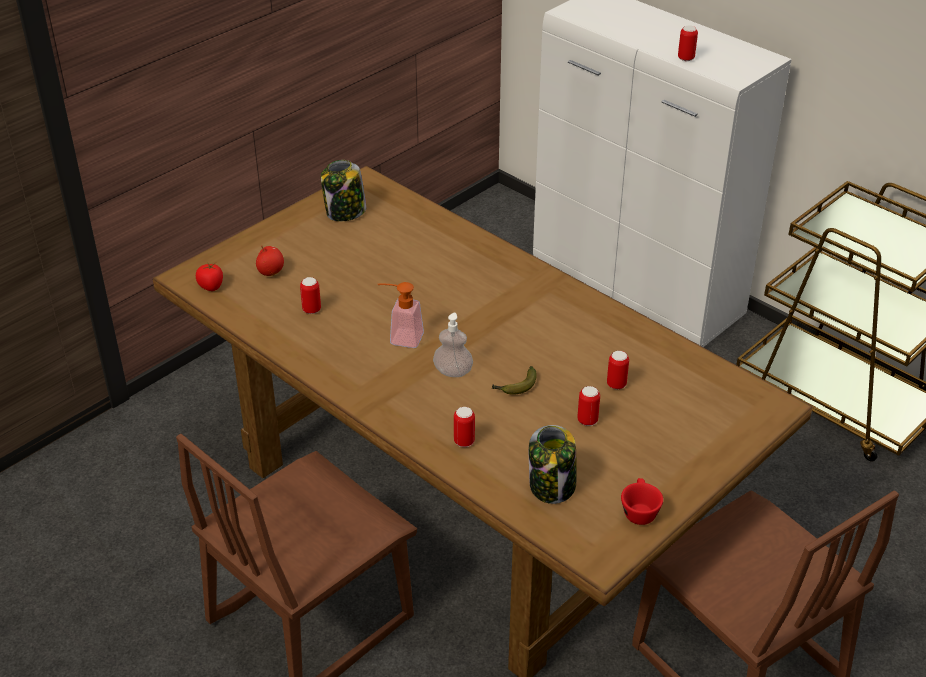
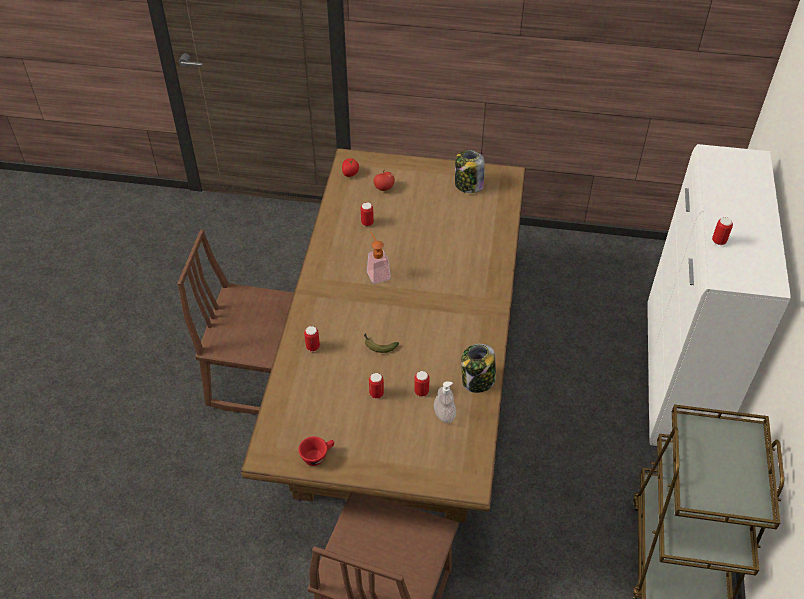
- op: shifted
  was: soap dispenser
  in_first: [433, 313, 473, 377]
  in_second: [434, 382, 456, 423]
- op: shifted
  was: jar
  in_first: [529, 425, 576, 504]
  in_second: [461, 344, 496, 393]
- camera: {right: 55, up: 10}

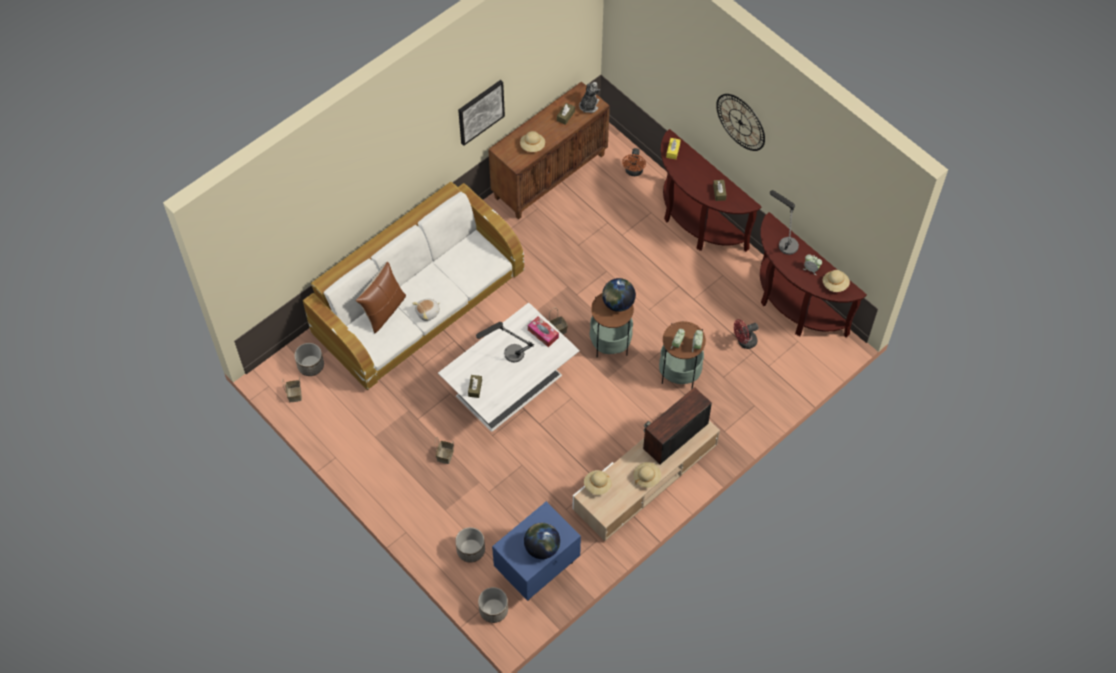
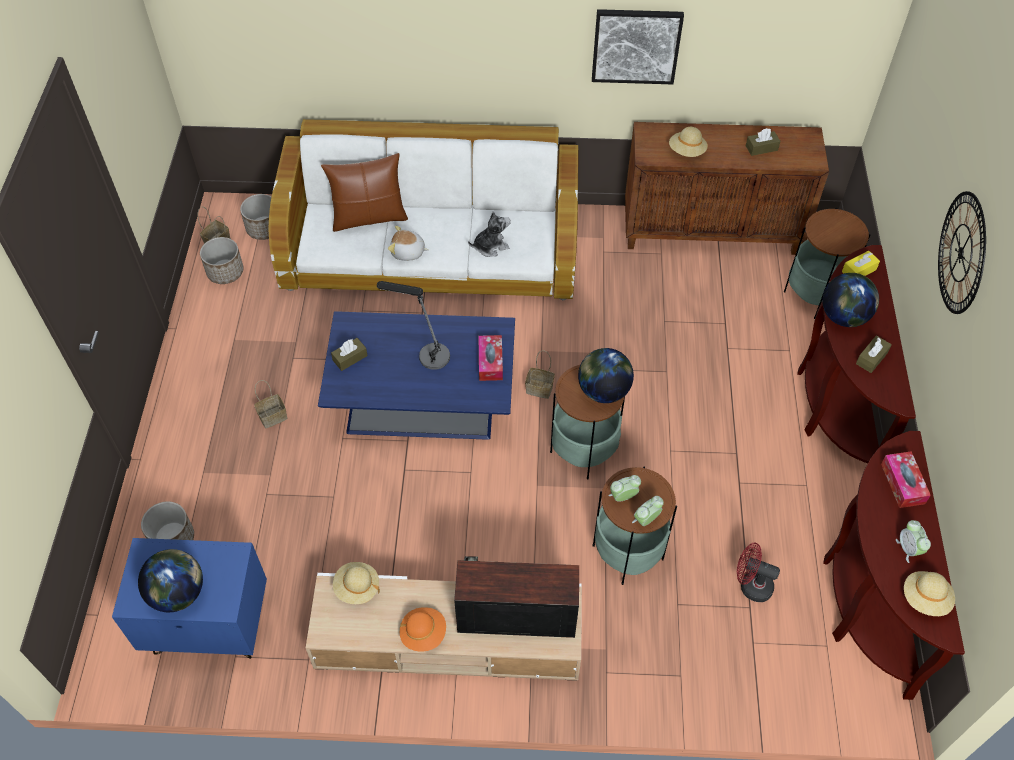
- op: shifted
  was: plush toy
  in_first: [579, 82, 600, 113]
  in_second: [468, 211, 511, 257]
- op: swapped
  was: orange fan
  now: side table
  in_first: [622, 148, 646, 176]
  in_second: [784, 208, 870, 319]
- op: swapped
  was: table lamp
  now: tissue box
  in_first: [770, 190, 799, 255]
  in_second: [881, 451, 931, 508]
- op: repainted
  was: white coffee table
  now: blue coffee table
  in_first: [438, 303, 580, 432]
  in_second: [318, 311, 515, 440]
- op: repainted
  was: beige hat
  now: orange hat
  in_first: [633, 462, 661, 488]
  in_second: [400, 607, 446, 652]
- op: shifted
  was: planter
  in_first: [478, 587, 508, 623]
  in_second: [200, 237, 244, 284]
- op: new
  now: globe
  in_second: [822, 273, 879, 327]
- camera: {right: 45, up: -5}

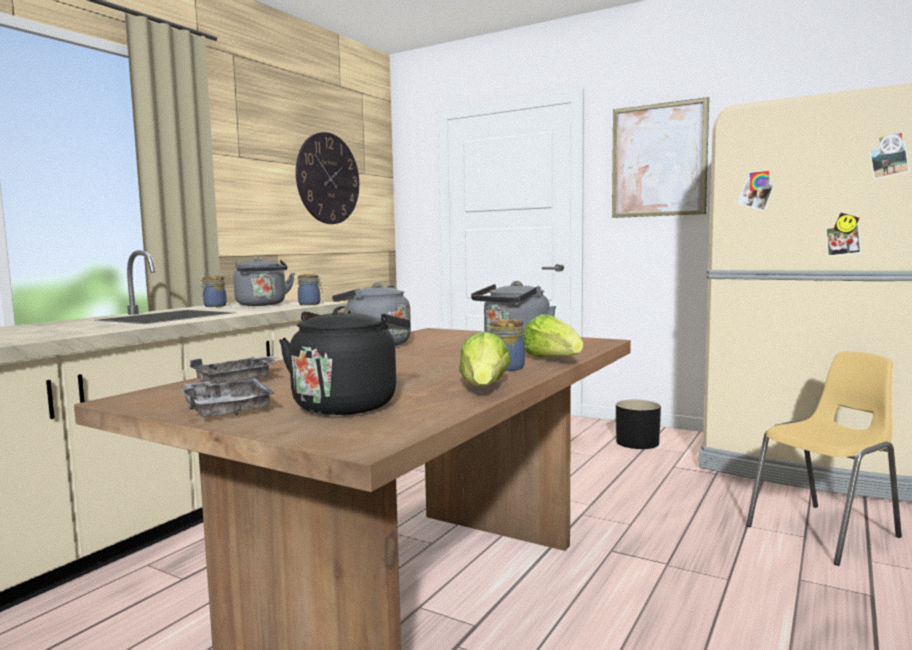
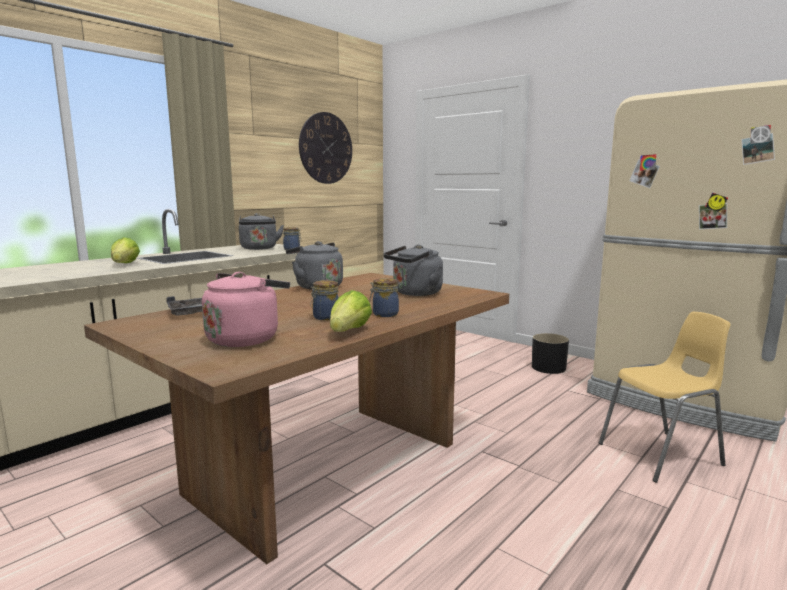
- op: gone
  was: picture
  in_first: [612, 97, 709, 218]
- op: shifted
  was: jar
  in_first: [201, 276, 227, 307]
  in_second: [311, 280, 339, 320]
- op: repainted
  was: black kettle
  now: pink kettle
  in_first: [279, 306, 410, 415]
  in_second: [202, 272, 290, 347]
- op: shifted
  was: lettuce
  in_first: [523, 314, 583, 358]
  in_second: [111, 237, 140, 263]
- op: gone
  was: grey tray
  in_first: [180, 378, 276, 417]
- camera: {right: 10, up: 5}

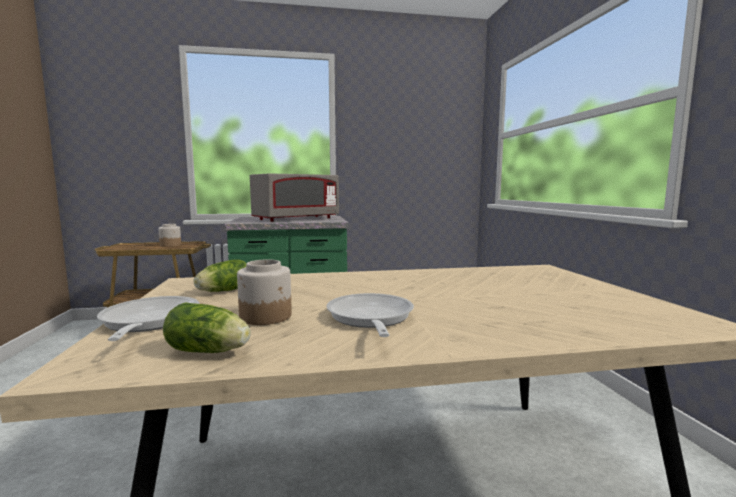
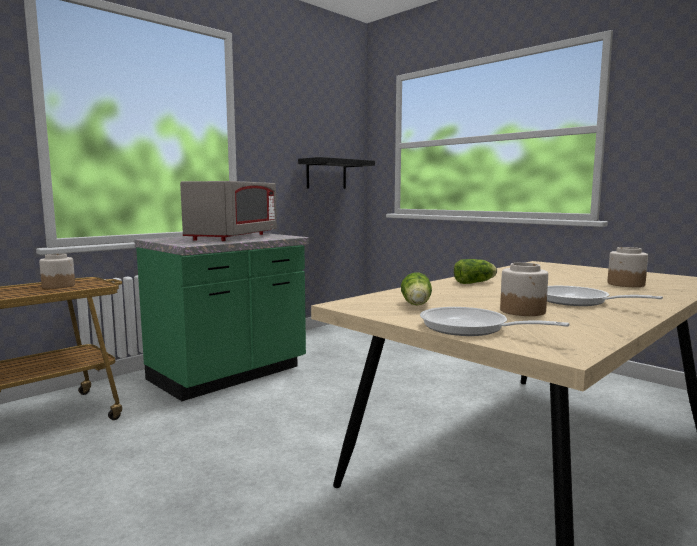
- op: shifted
  was: lettuce
  in_first: [163, 302, 251, 353]
  in_second: [454, 259, 497, 284]
- op: new
  now: black shelf
  in_second: [298, 157, 375, 189]
- op: new
  now: jar
  in_second: [608, 247, 648, 287]
- camera: {right: -35, up: 0}

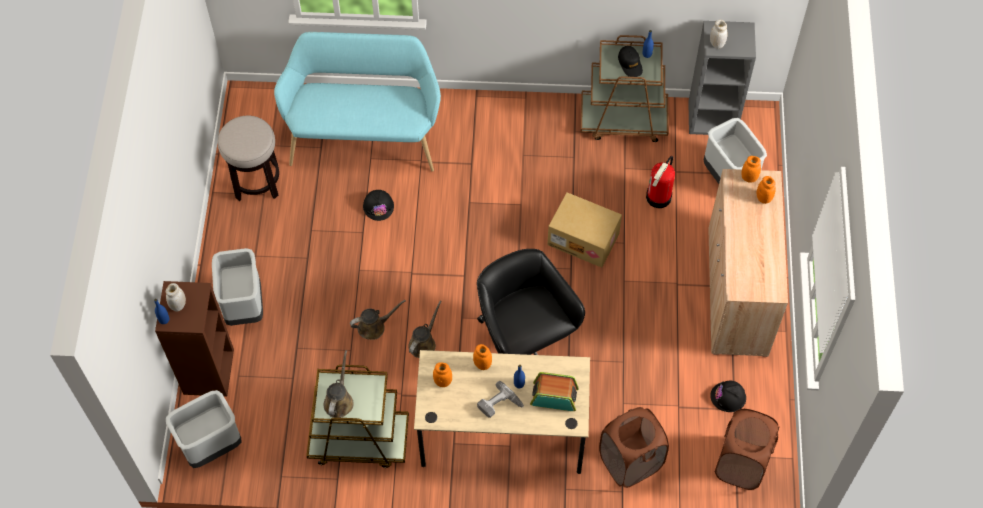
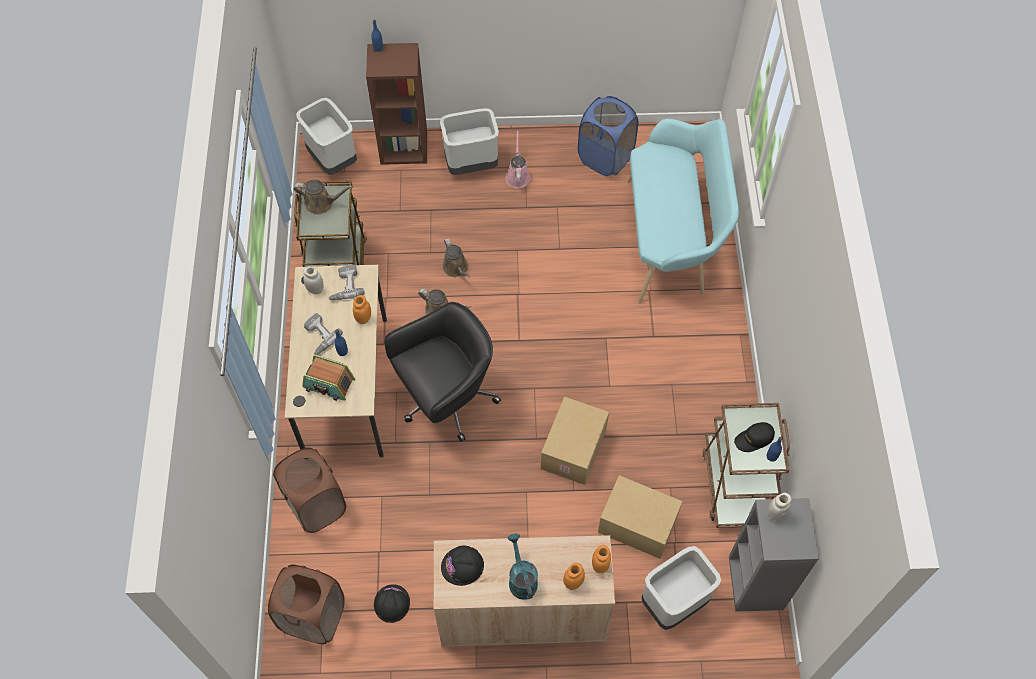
- op: swapped
  was: stool
  now: blue laundry basket
  in_first: [218, 116, 279, 201]
  in_second: [578, 96, 638, 176]
- op: swapped
  was: fire extinguisher
  now: cardboard box
  in_first: [646, 156, 675, 208]
  in_second: [598, 475, 682, 559]
- op: shifted
  was: black hard hat
  in_first: [363, 190, 394, 221]
  in_second: [441, 545, 484, 586]
- op: shifted
  was: white jar
  in_first: [166, 283, 186, 311]
  in_second: [303, 266, 323, 294]
- op: swapped
  was: orange jar
  now: power drill
  in_first: [433, 362, 452, 387]
  in_second: [328, 265, 365, 300]
- op: rotated
  was: radio
  in_first: [530, 372, 579, 411]
  in_second: [302, 355, 355, 401]
  clockwise: 105
- op: new
  now: pink watering can
  in_second: [506, 130, 530, 188]
- op: new
  now: turquoise watering can
  in_second: [508, 533, 538, 600]
- camera: {right: 85, up: 0}

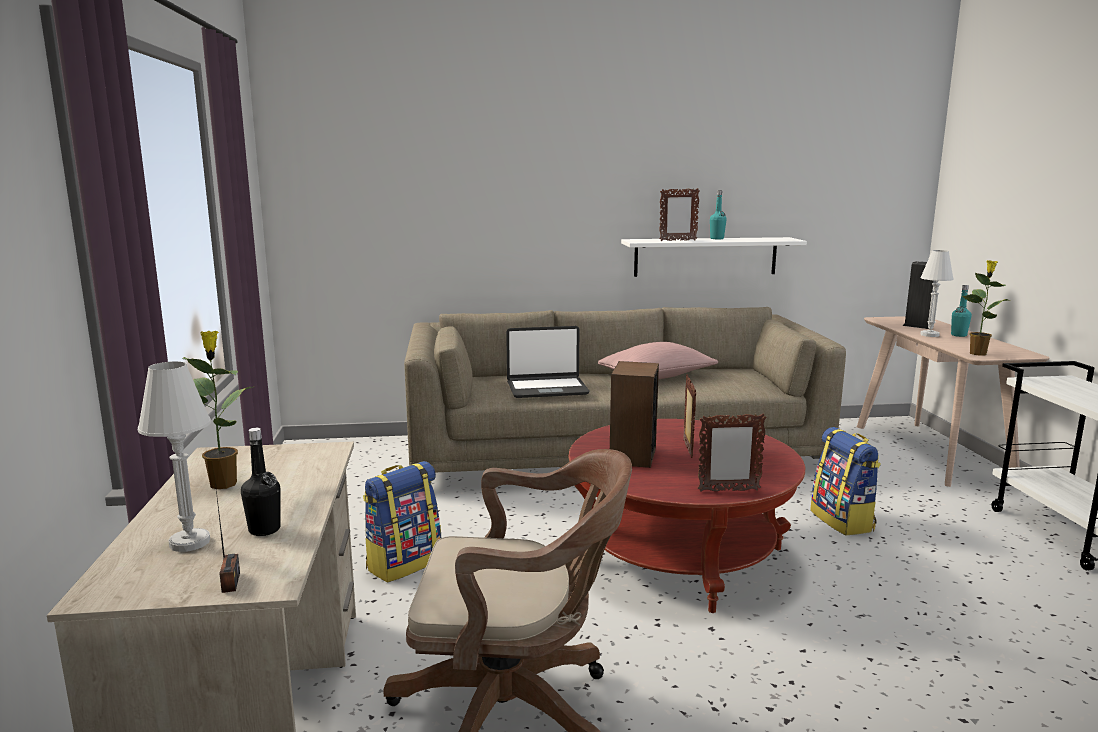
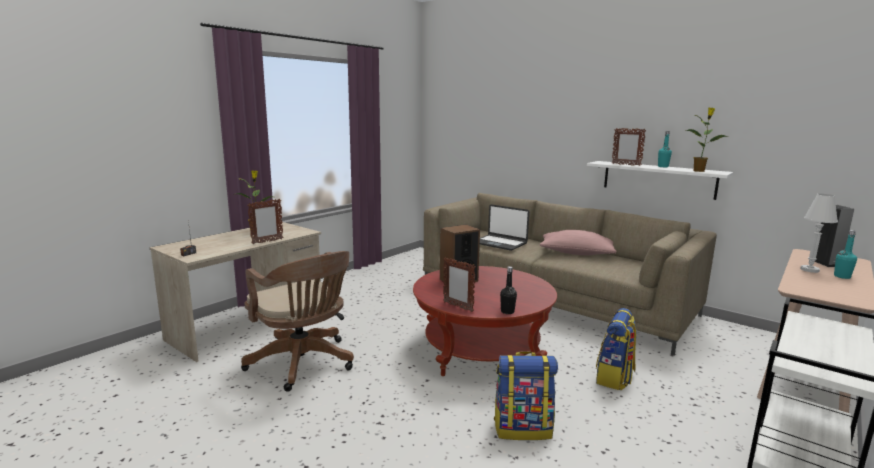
- op: shifted
  was: potted plant
  in_first: [961, 260, 1009, 356]
  in_second: [685, 107, 729, 172]
- op: gone
  was: white table lamp
  in_first: [138, 361, 211, 552]
- op: shifted
  was: picture frame
  in_first: [683, 374, 696, 458]
  in_second: [247, 199, 284, 244]
- op: shifted
  was: black bottle
  in_first: [241, 428, 280, 536]
  in_second: [500, 266, 517, 314]
- op: shifted
  was: backpack
  in_first: [363, 461, 441, 582]
  in_second: [494, 351, 558, 440]
- camera: {right: 45, up: 0}

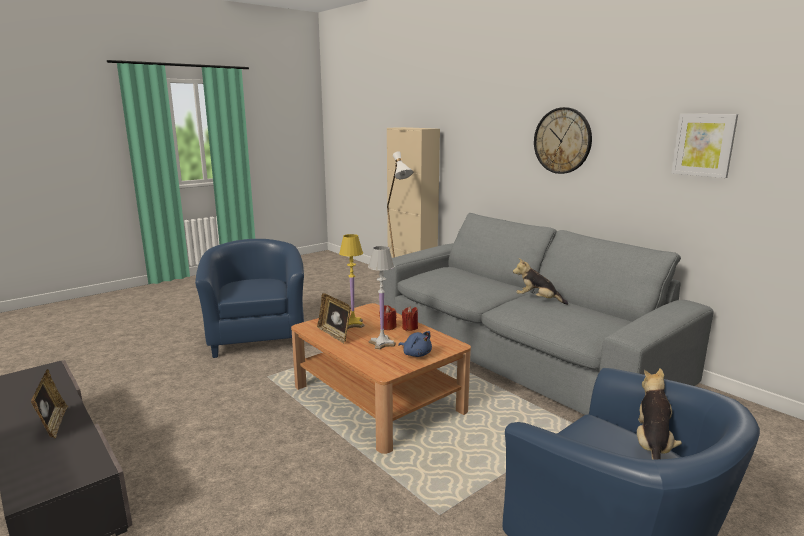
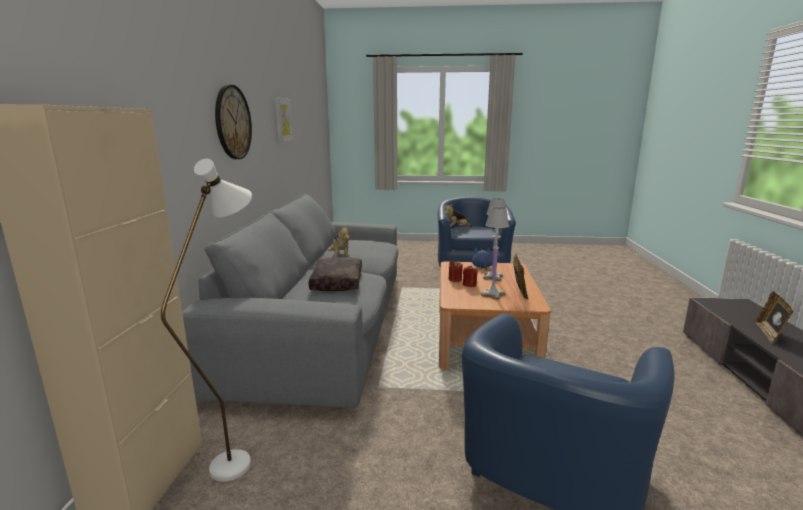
- op: repainted
  was: yellow table lamp
  now: white table lamp
  in_first: [339, 234, 364, 329]
  in_second: [481, 207, 509, 300]
- op: new
  now: brown pillow
  in_second: [309, 257, 362, 291]
- camera: {right: -135, up: 0}

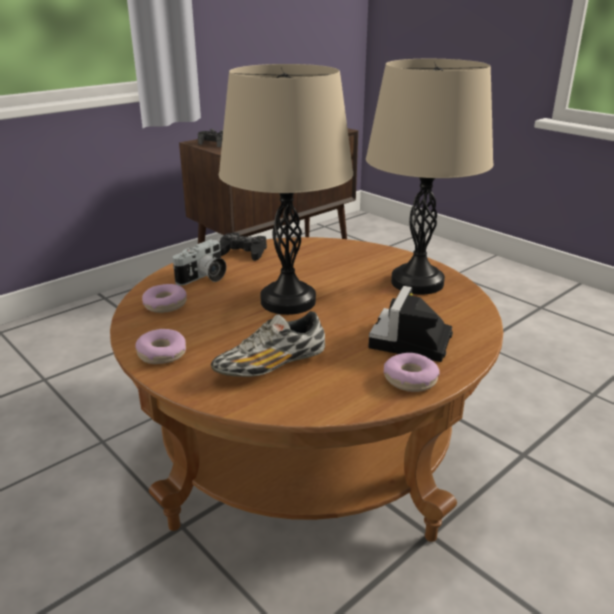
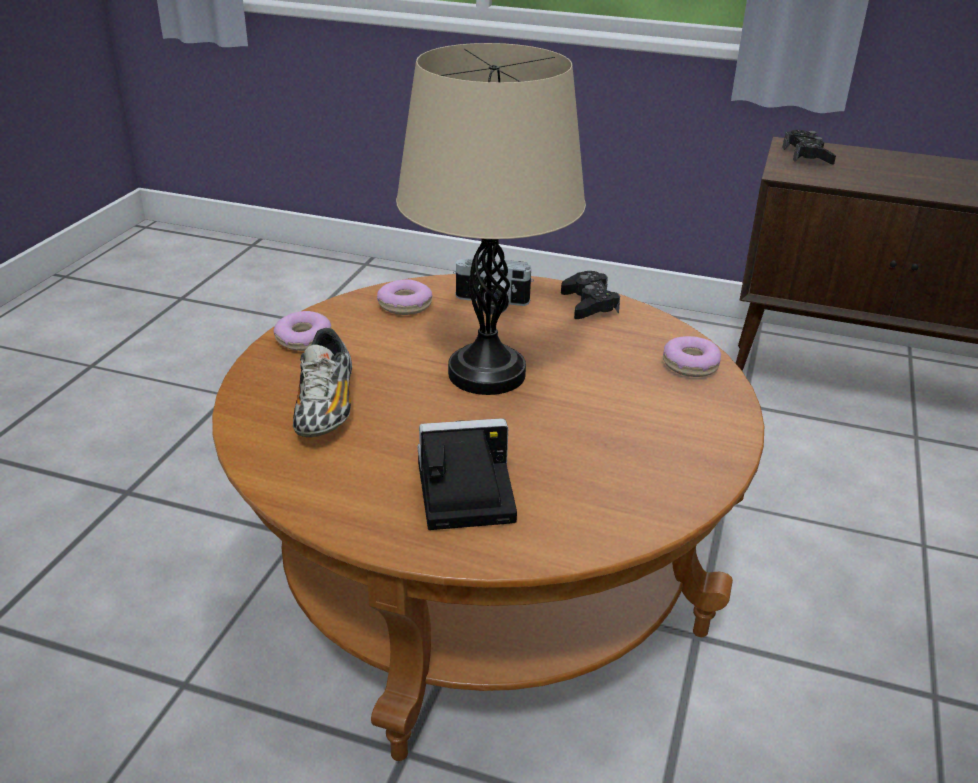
- op: gone
  was: beige table lamp
  in_first: [366, 59, 494, 295]
- op: rotated
  was: shoe
  in_first: [211, 311, 325, 377]
  in_second: [293, 328, 352, 437]
  clockwise: -120
- op: shifted
  was: donut
  in_first: [384, 353, 440, 392]
  in_second: [663, 336, 721, 377]
- camera: {right: 60, up: 5}

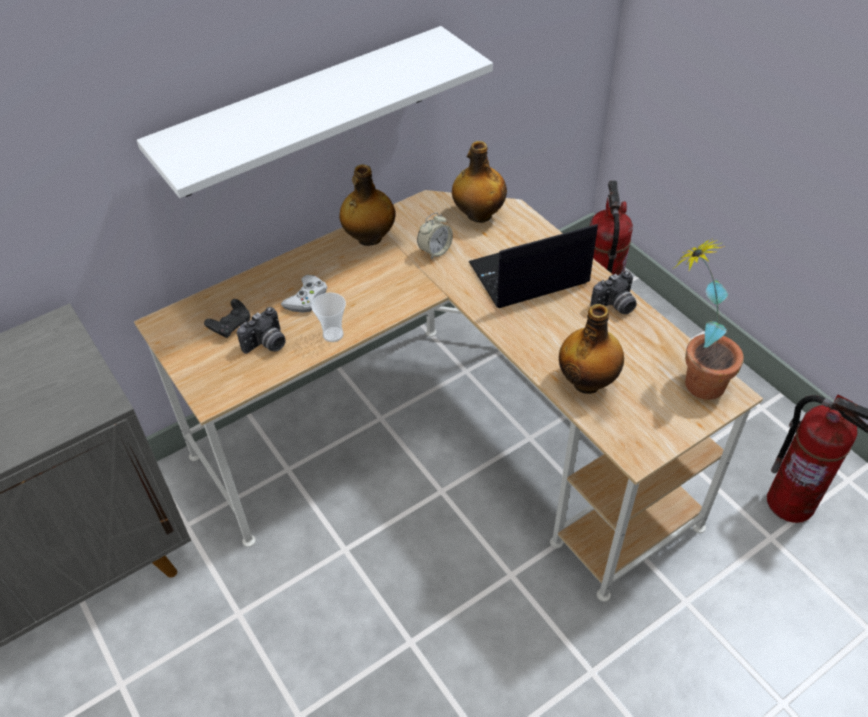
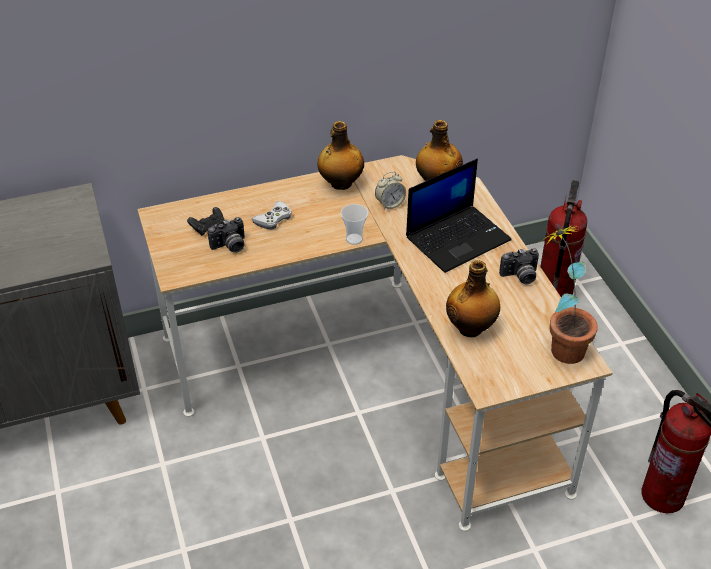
- op: gone
  was: white shelf
  in_first: [137, 26, 493, 198]
- op: rotated
  was: laptop
  in_first: [469, 224, 598, 308]
  in_second: [406, 159, 512, 273]
  clockwise: 150
- op: shifted
  was: cup
  in_first: [311, 292, 346, 342]
  in_second: [341, 204, 368, 245]
- camera: {right: 15, up: -5}

